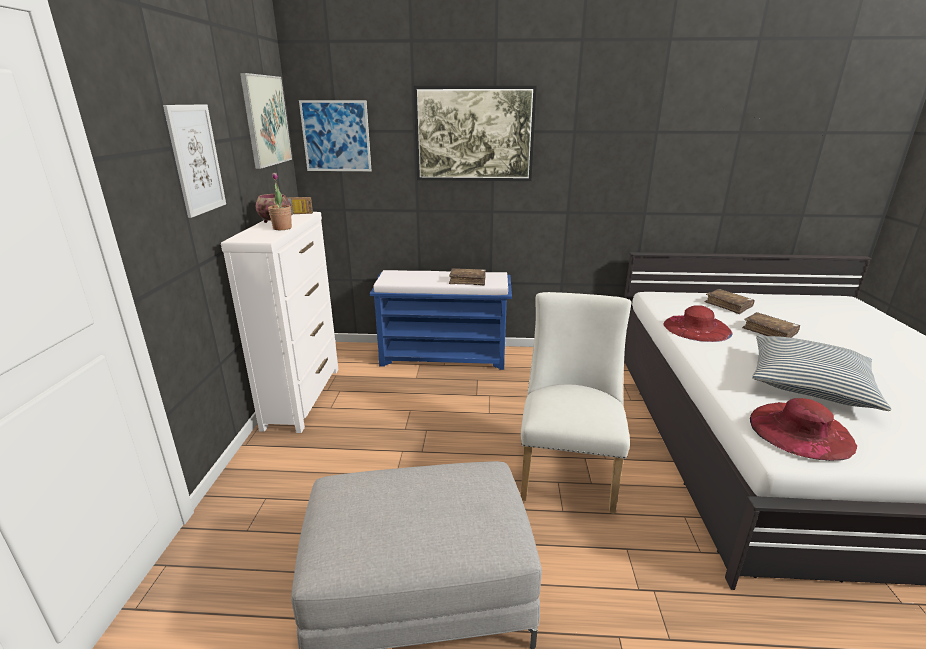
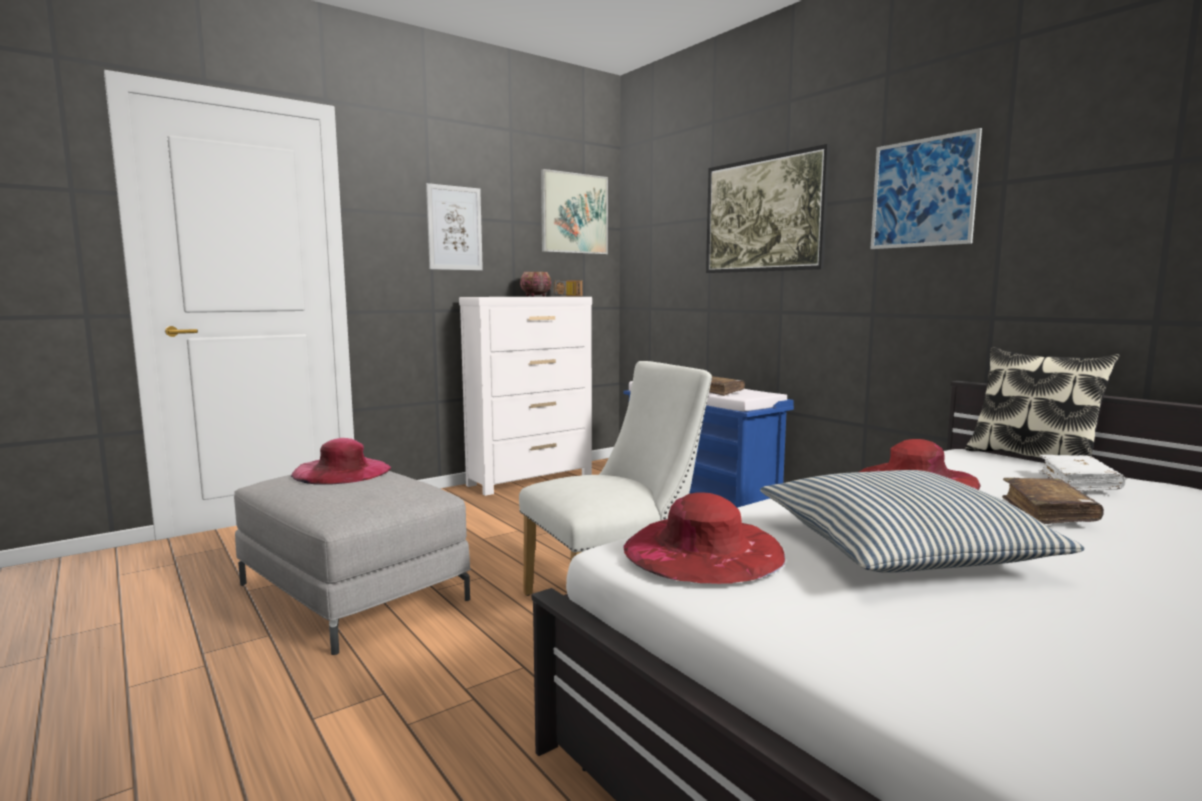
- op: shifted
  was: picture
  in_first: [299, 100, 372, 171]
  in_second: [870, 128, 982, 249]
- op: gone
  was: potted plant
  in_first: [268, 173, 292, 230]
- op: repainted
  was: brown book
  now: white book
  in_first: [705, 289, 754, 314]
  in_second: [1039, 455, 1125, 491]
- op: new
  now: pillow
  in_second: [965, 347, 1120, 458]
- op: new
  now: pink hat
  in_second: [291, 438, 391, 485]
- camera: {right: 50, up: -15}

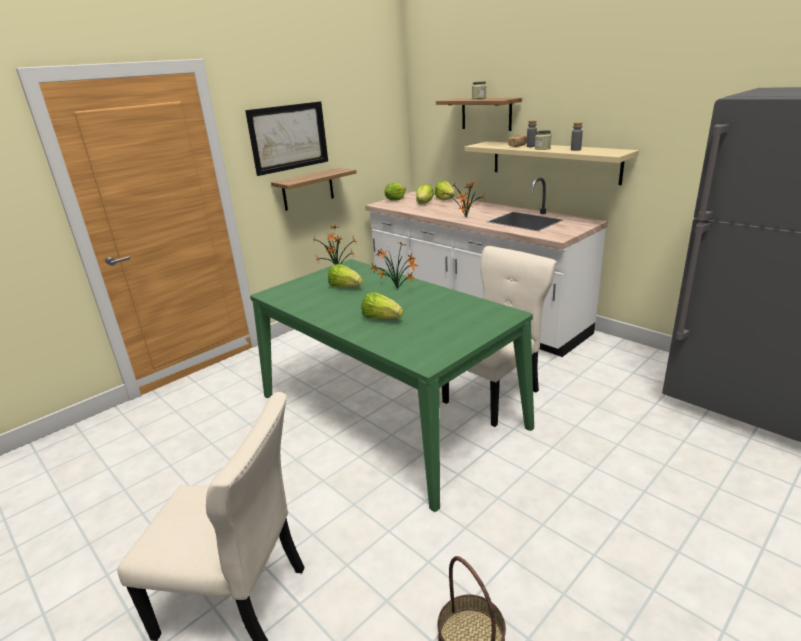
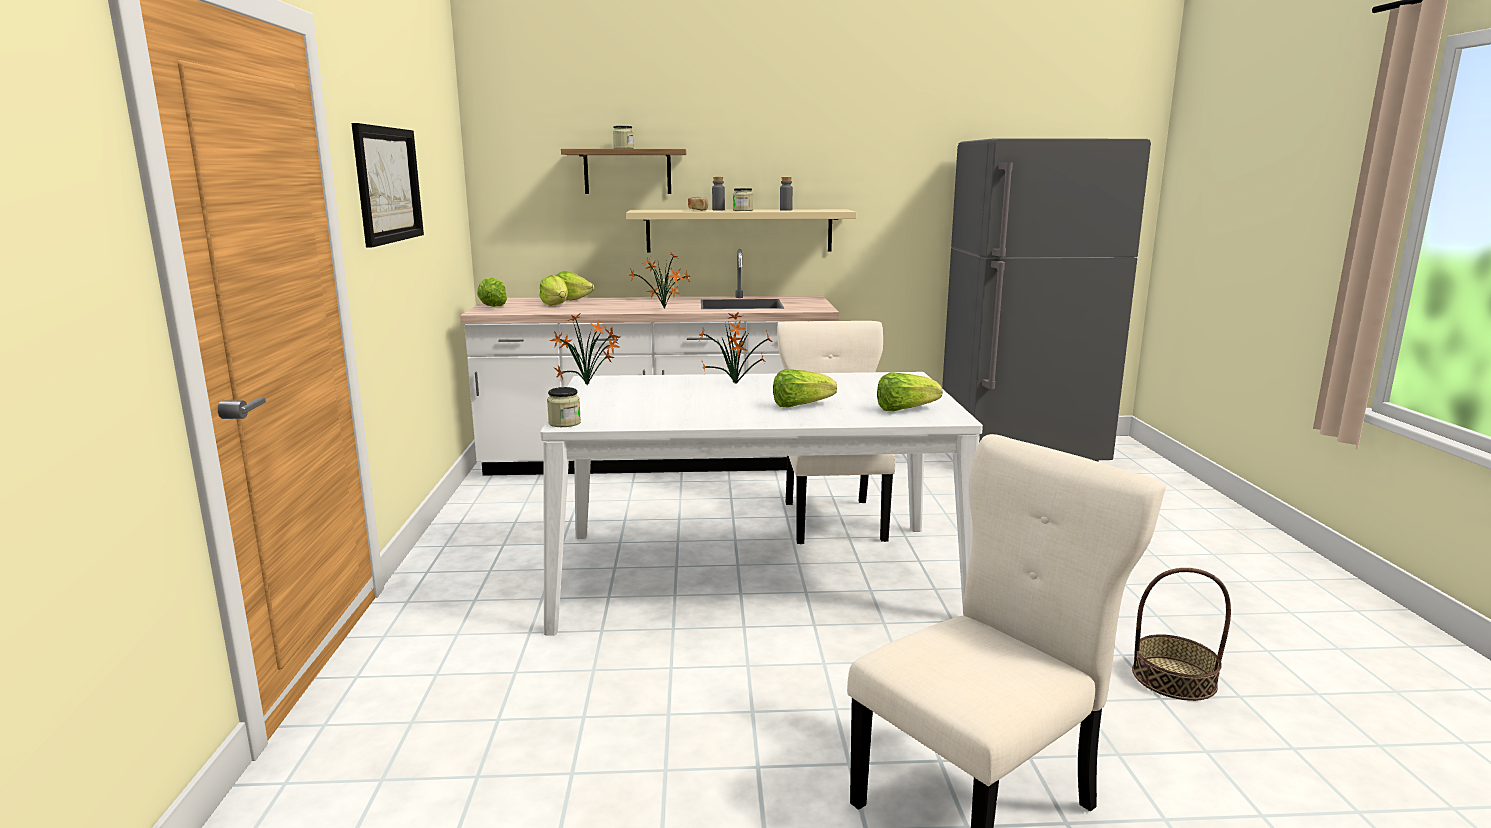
- op: gone
  was: shelf
  in_first: [271, 168, 357, 211]
- op: repainted
  was: green dining table
  now: white dining table
  in_first: [250, 259, 534, 512]
  in_second: [540, 372, 983, 636]
- op: shifted
  was: lettuce
  in_first: [328, 264, 363, 287]
  in_second: [877, 372, 942, 411]
- op: new
  now: jar
  in_second: [547, 387, 581, 427]
- camera: {right: -50, up: -10}

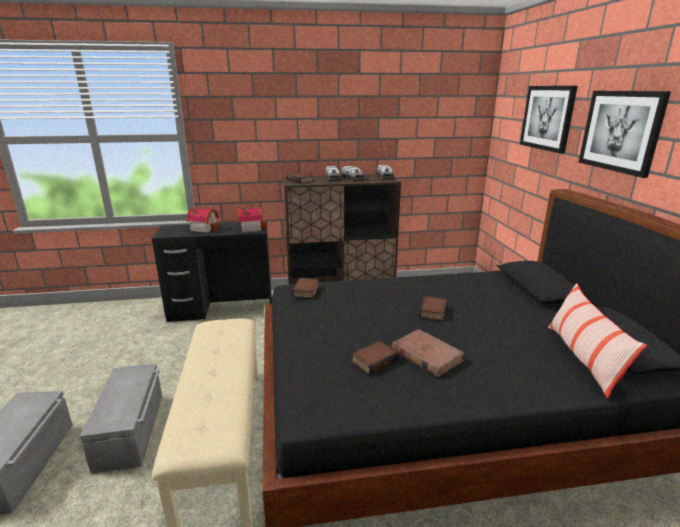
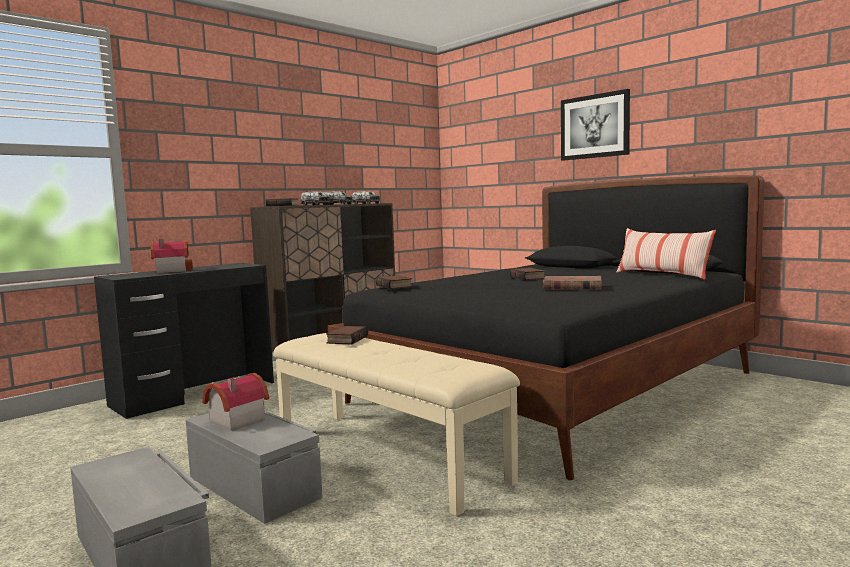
- op: gone
  was: picture
  in_first: [520, 86, 578, 154]
- op: shifted
  was: toy house
  in_first: [238, 208, 265, 232]
  in_second: [202, 373, 269, 430]
- op: shifted
  was: book
  in_first: [351, 341, 399, 375]
  in_second: [326, 326, 368, 344]
- camera: {right: -35, up: -15}

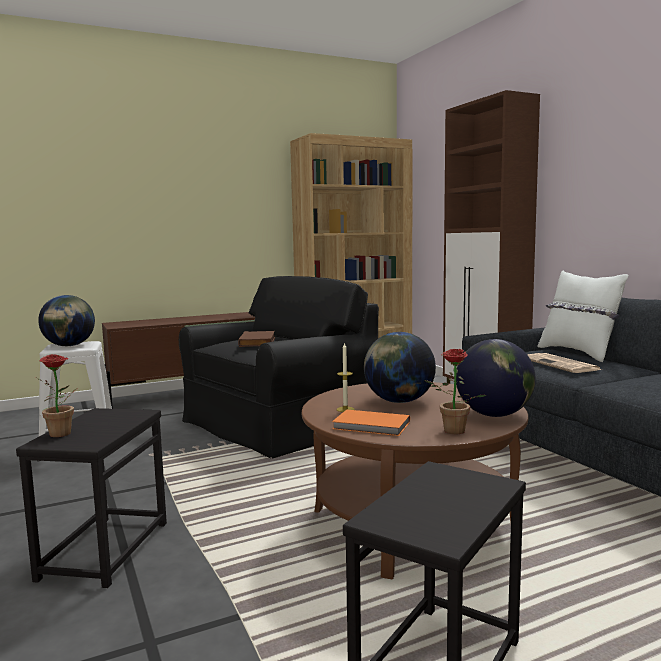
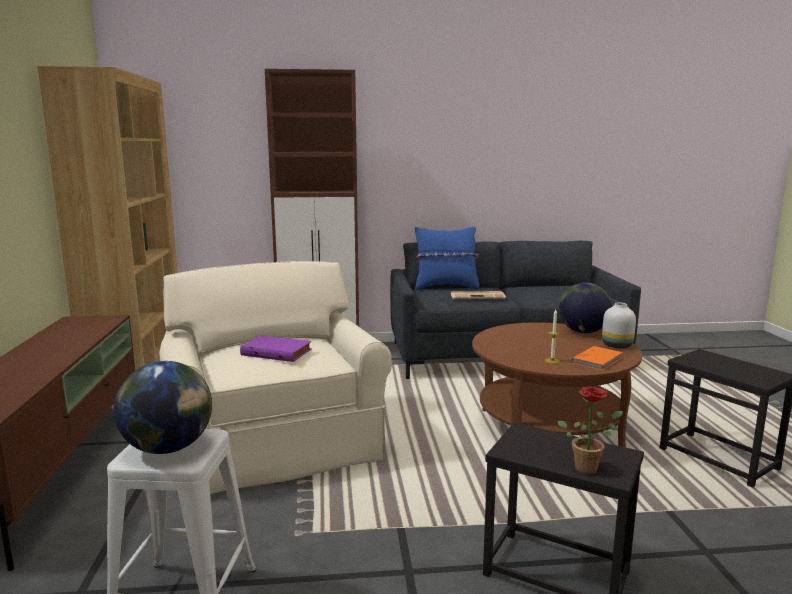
- op: repainted
  was: white pillow
  now: blue pillow
  in_first: [538, 271, 628, 362]
  in_second: [415, 227, 479, 290]
- op: repainted
  was: black armchair
  now: beige armchair
  in_first: [179, 276, 379, 458]
  in_second: [159, 261, 392, 494]
- op: repainted
  was: brown book
  now: purple book
  in_first: [238, 331, 275, 347]
  in_second: [240, 335, 311, 362]
- op: gone
  was: globe
  in_first: [364, 332, 436, 403]
- op: swapped
  was: potted plant
  now: white vase
  in_first: [424, 349, 486, 434]
  in_second: [602, 303, 636, 348]
- camera: {right: -70, up: 5}

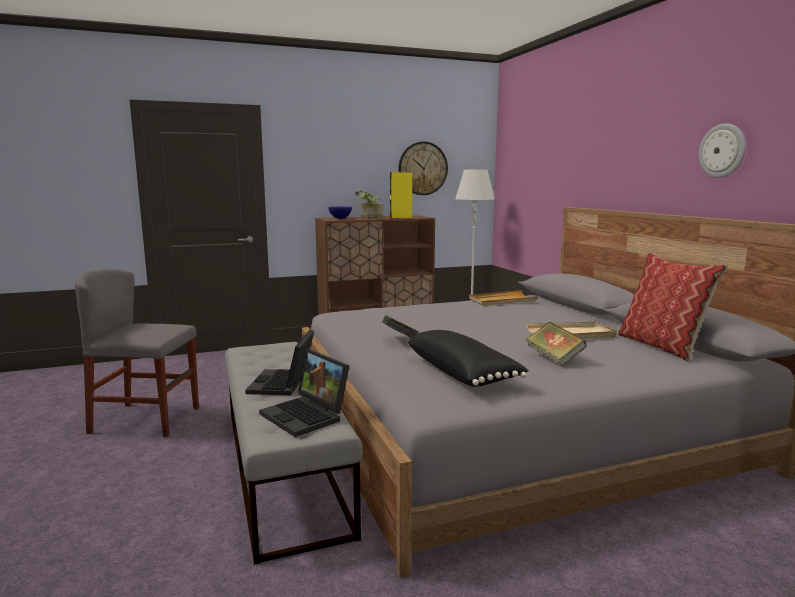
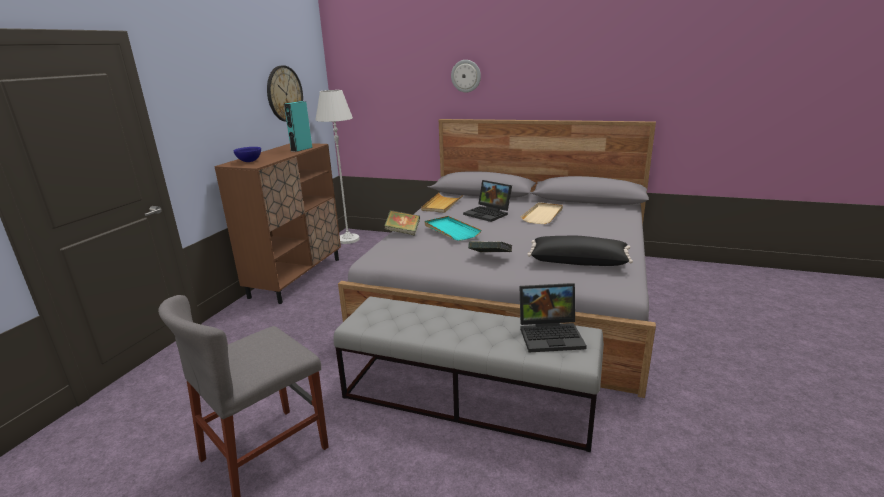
- op: shifted
  was: wall clock
  in_first: [699, 123, 746, 178]
  in_second: [451, 60, 481, 93]
- op: repainted
  was: yellow speaker
  now: turquoise speaker
  in_first: [390, 172, 412, 219]
  in_second: [284, 101, 312, 152]
- op: gone
  was: potted plant
  in_first: [355, 190, 384, 219]
- op: gone
  was: pillow
  in_first: [618, 253, 728, 361]
- op: shifted
  was: book
  in_first: [526, 322, 587, 366]
  in_second: [384, 210, 420, 236]
- op: shifted
  was: laptop
  in_first: [245, 330, 314, 395]
  in_second: [463, 180, 512, 222]
- op: new
  now: turquoise tray
  in_second: [425, 216, 481, 241]
- camera: {right: -50, up: 10}

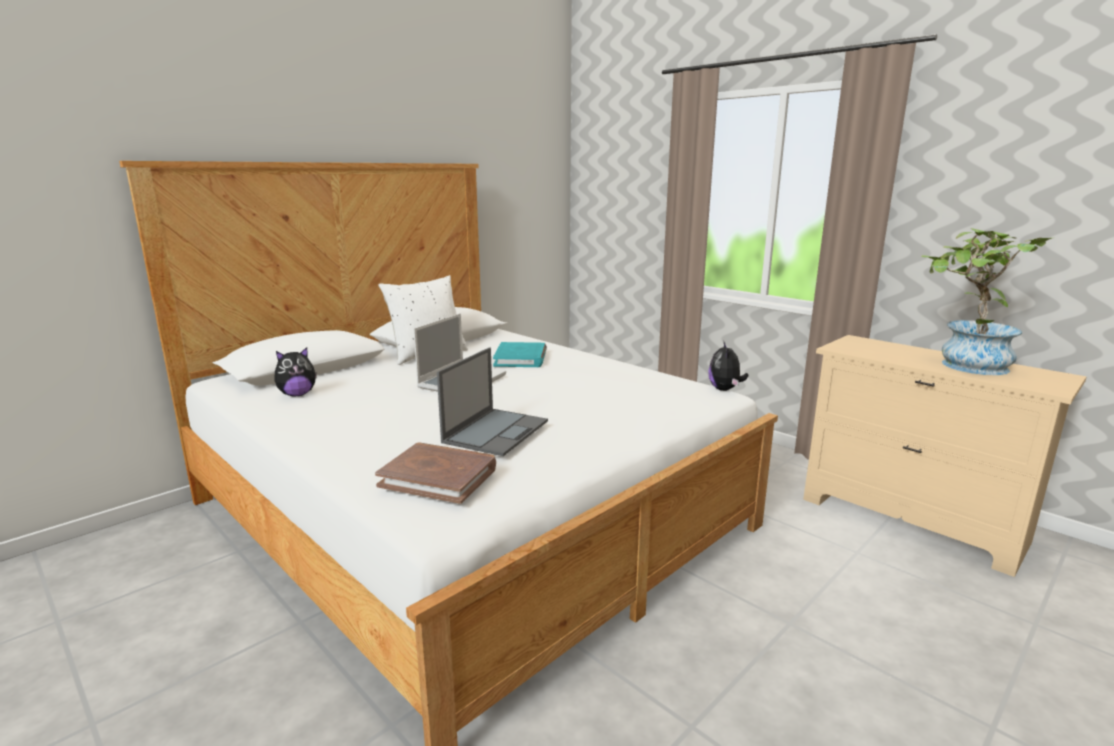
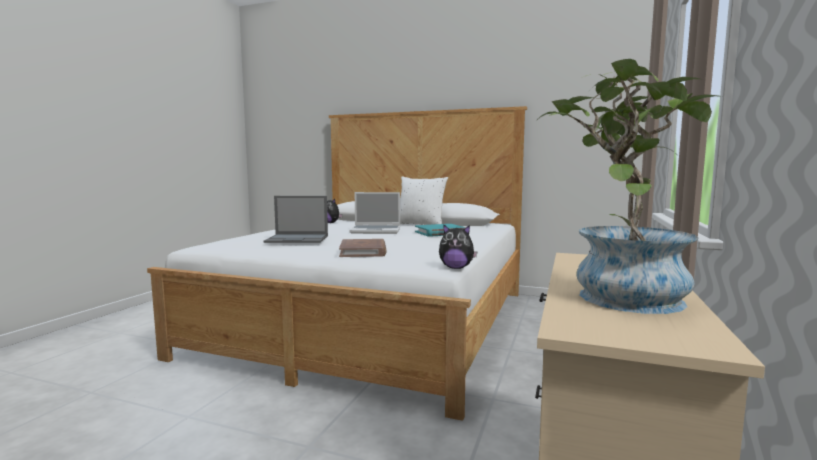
- op: rotated
  was: plush toy
  in_first: [708, 342, 748, 391]
  in_second: [439, 224, 477, 269]
  clockwise: -150
- op: shifted
  was: brown book
  in_first: [375, 442, 496, 504]
  in_second: [339, 239, 387, 257]
- camera: {right: 65, up: -10}

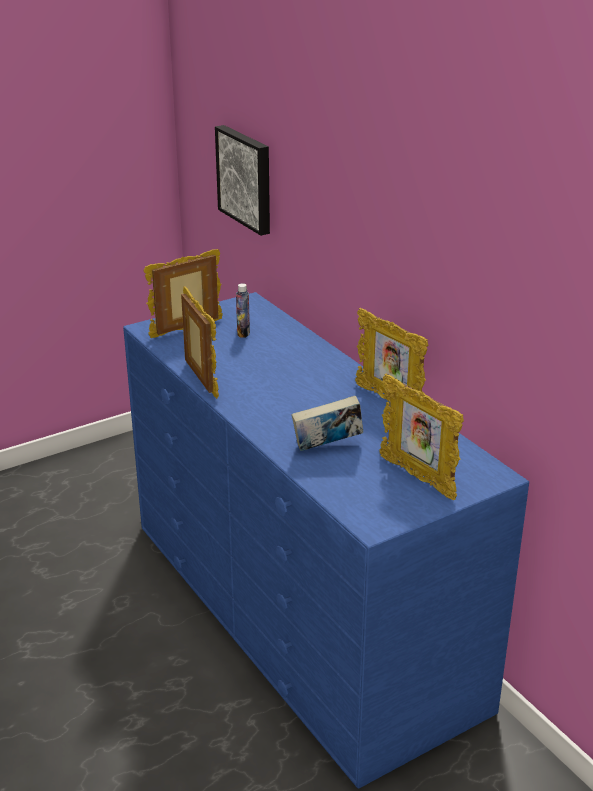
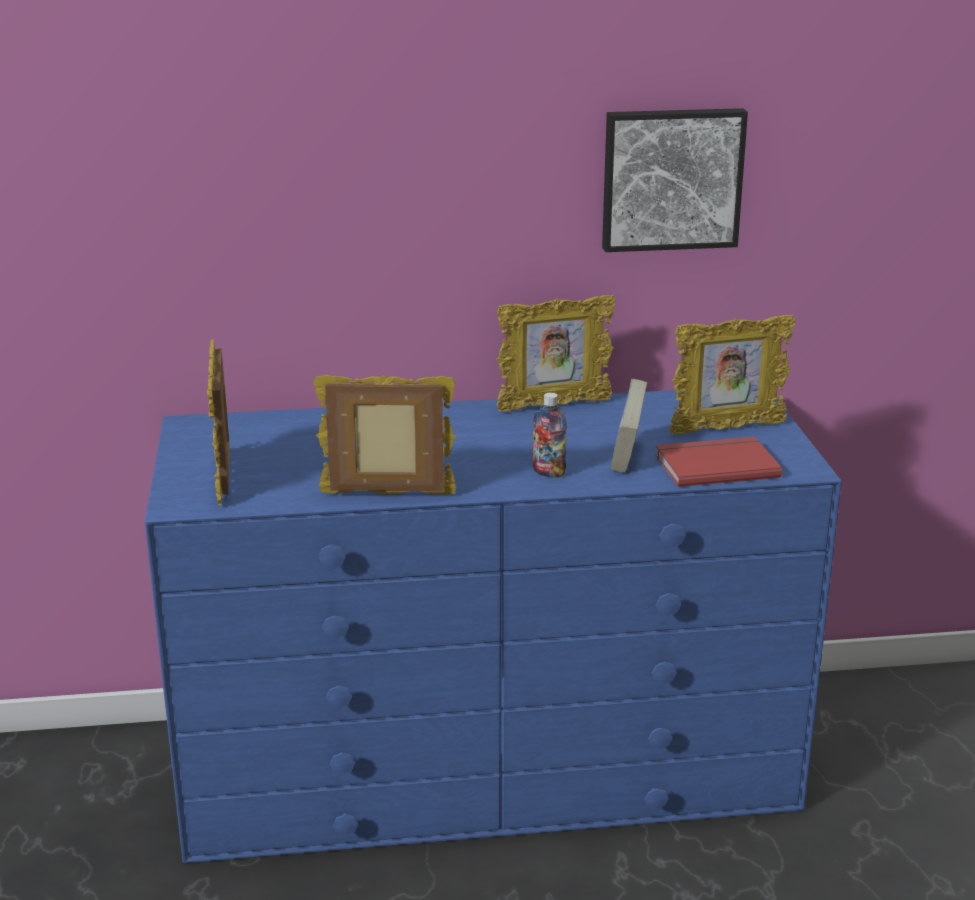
- op: shifted
  was: picture
  in_first: [215, 125, 270, 236]
  in_second: [602, 108, 748, 252]
- op: shifted
  was: bottle
  in_first: [236, 283, 250, 338]
  in_second: [533, 393, 567, 477]
- op: new
  now: red book
  in_second: [655, 437, 782, 487]
- camera: {right: -65, up: -5}

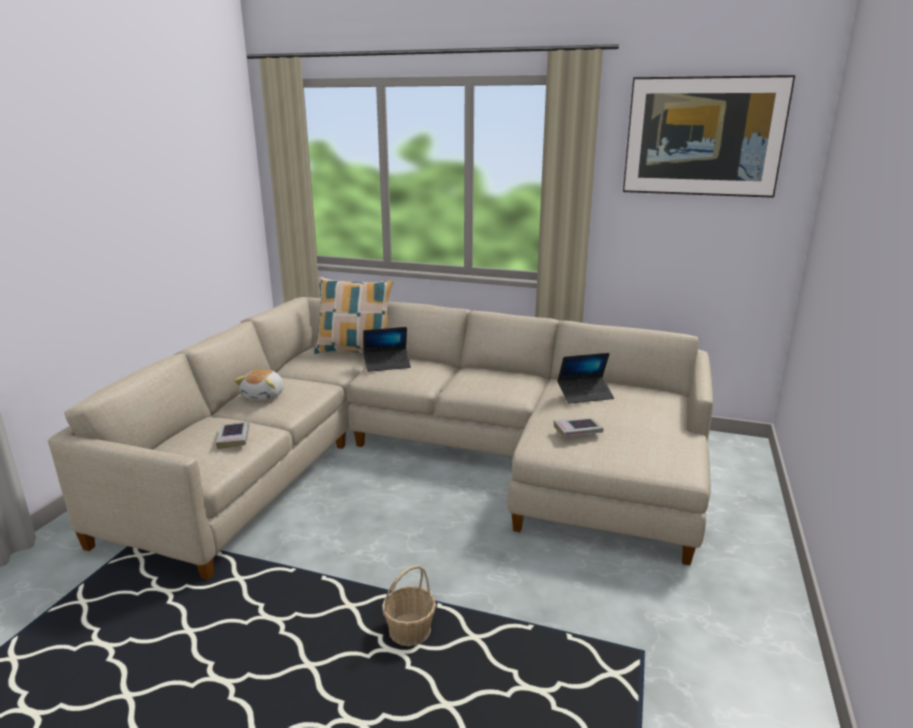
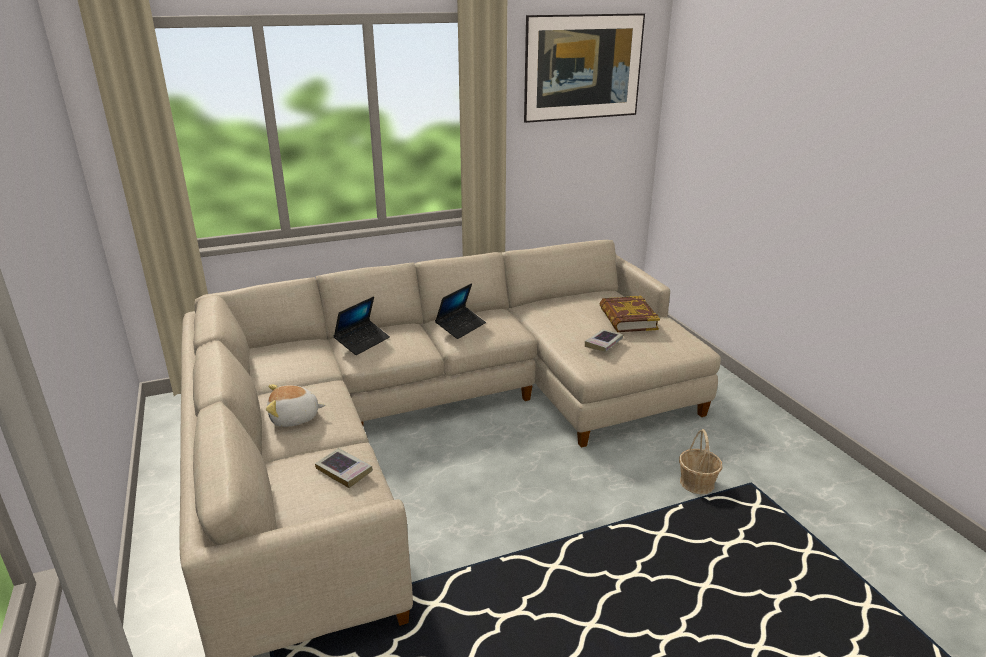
- op: gone
  was: pillow
  in_first: [314, 277, 393, 354]
- op: shifted
  was: laptop
  in_first: [557, 353, 614, 404]
  in_second: [435, 283, 486, 339]
- op: rotated
  was: plush toy
  in_first: [234, 369, 284, 401]
  in_second: [266, 385, 325, 427]
  clockwise: 105
- op: shifted
  was: basket
  in_first: [382, 565, 436, 646]
  in_second: [679, 429, 722, 494]
- op: new
  now: book
  in_second: [600, 296, 660, 332]
- camera: {right: -40, up: 5}

